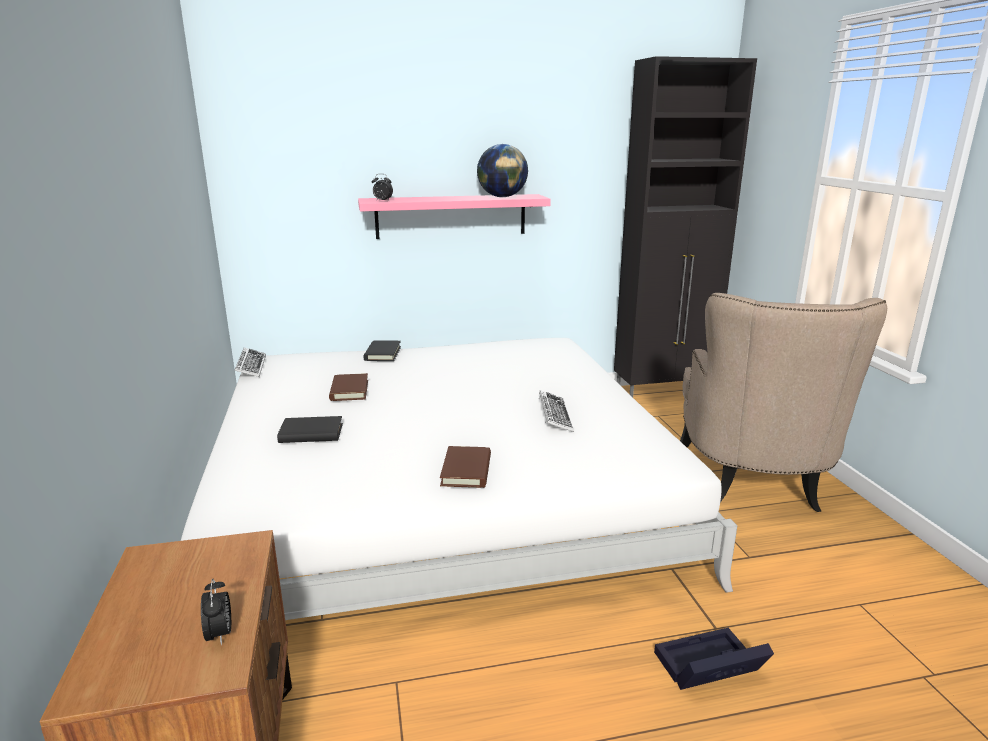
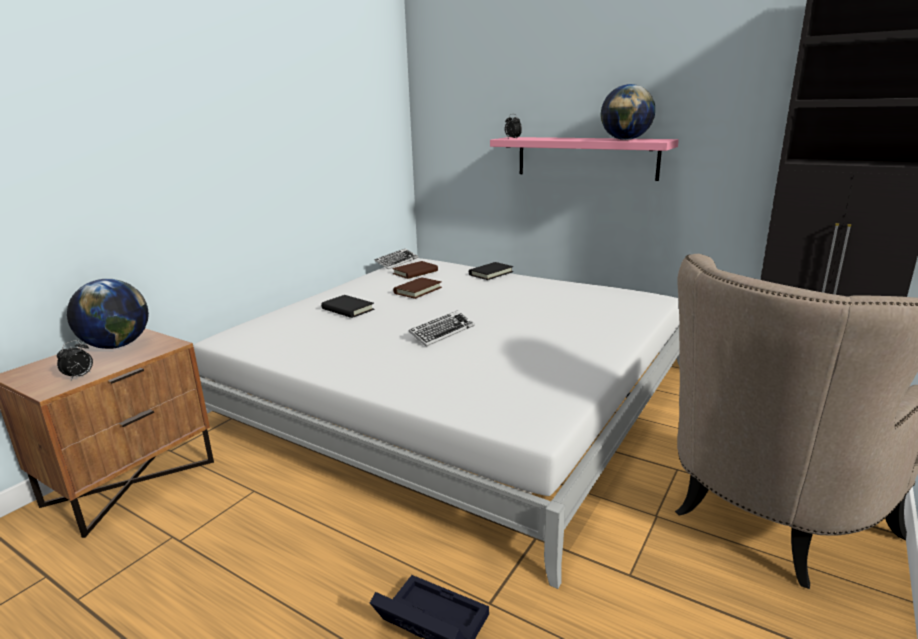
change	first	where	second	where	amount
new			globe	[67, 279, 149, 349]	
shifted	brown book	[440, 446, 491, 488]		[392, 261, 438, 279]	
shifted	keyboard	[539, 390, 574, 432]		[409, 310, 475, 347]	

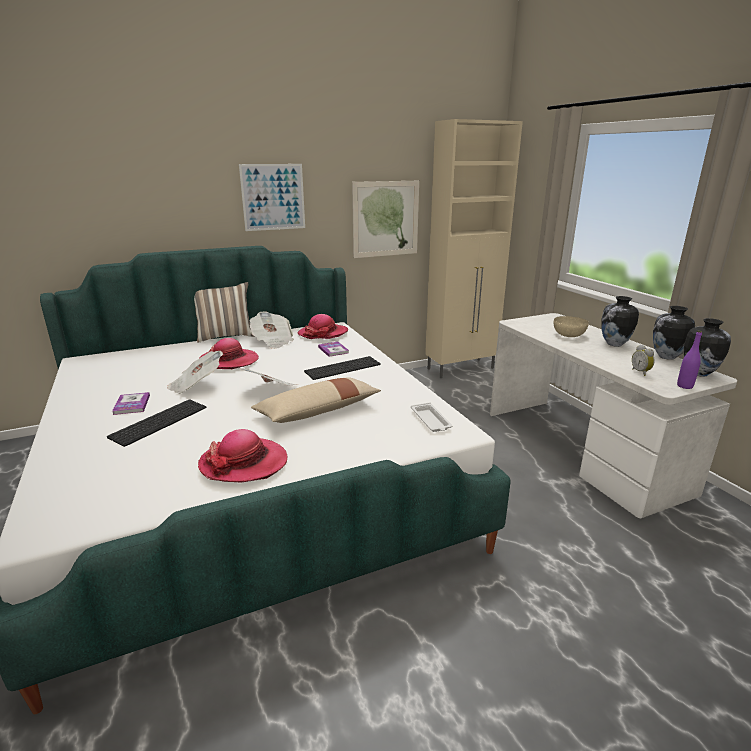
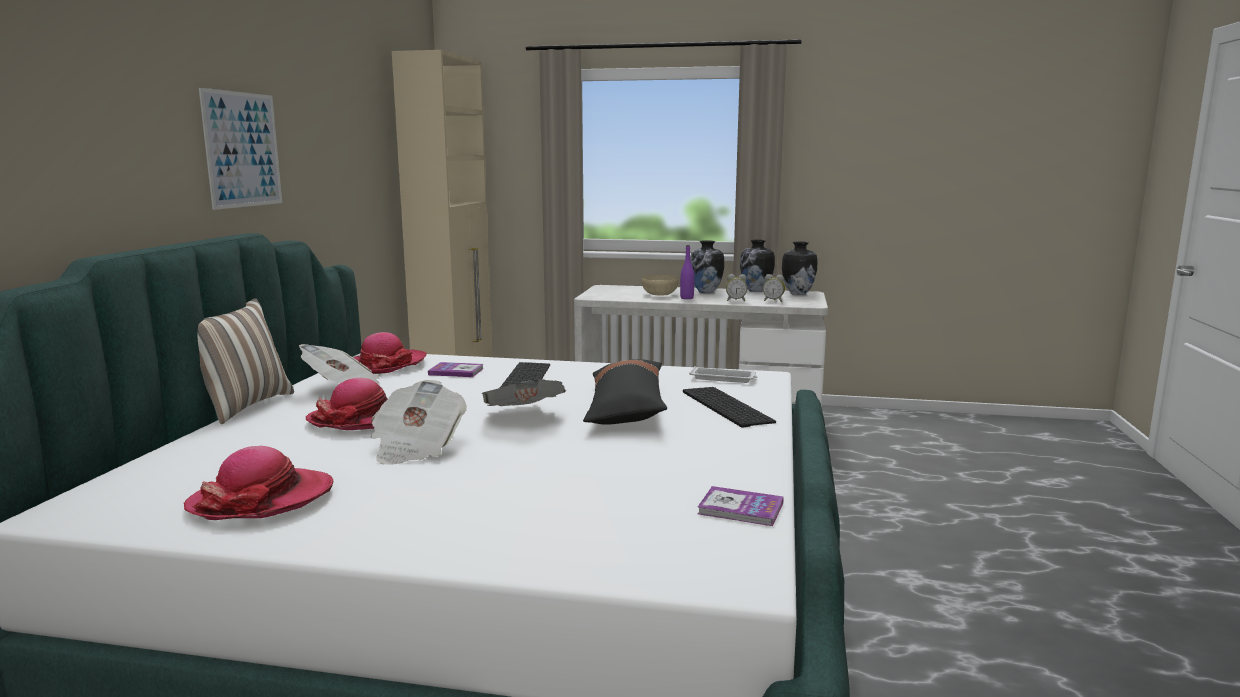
change	first	where	second	where	amount
shifted	hat	[198, 429, 287, 483]		[184, 446, 333, 520]	
repainted	beige pillow	[251, 378, 381, 423]	black pillow	[583, 359, 667, 425]	
shifted	purple bottle	[677, 330, 702, 389]		[680, 245, 694, 299]	
shifted	keyboard	[107, 399, 207, 447]		[683, 387, 776, 428]	
shifted	book	[112, 392, 150, 415]		[698, 486, 784, 526]	
new			alarm clock	[726, 274, 747, 301]	
gone	picture	[352, 181, 419, 258]			

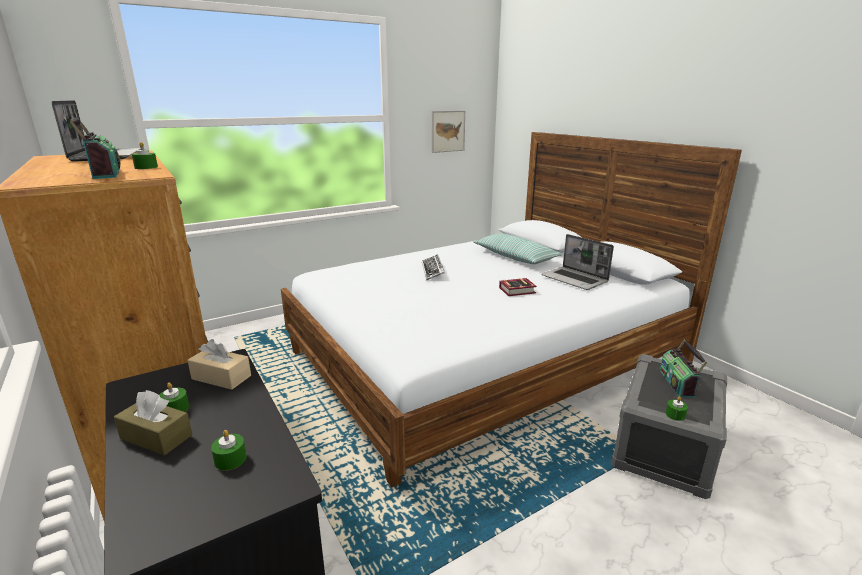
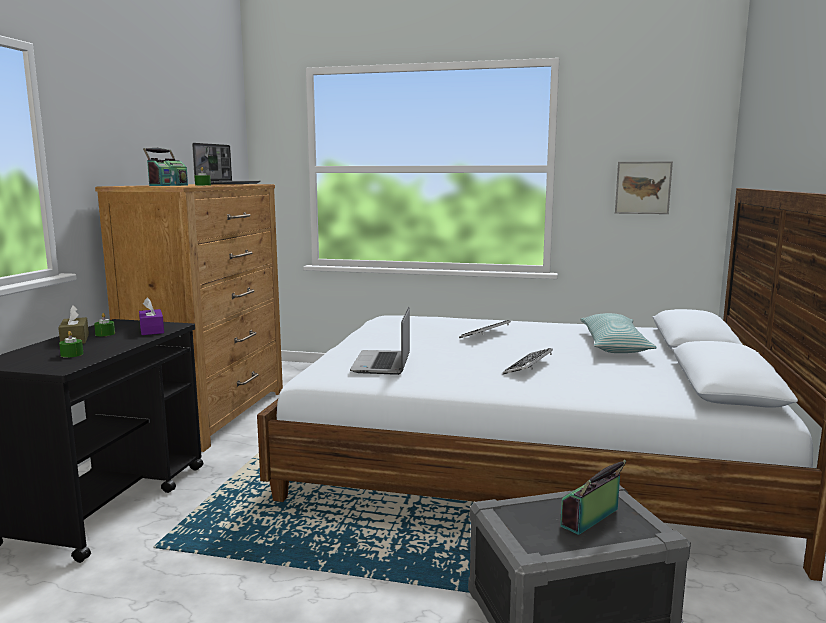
change	first	where	second	where	amount
repainted	beige tissue box	[187, 339, 251, 390]	purple tissue box	[139, 297, 164, 335]	
shifted	laptop	[542, 234, 614, 290]		[350, 307, 410, 375]	
swapped	book	[499, 278, 537, 296]	keyboard	[503, 348, 553, 375]	
gone	green candle	[665, 396, 688, 421]			

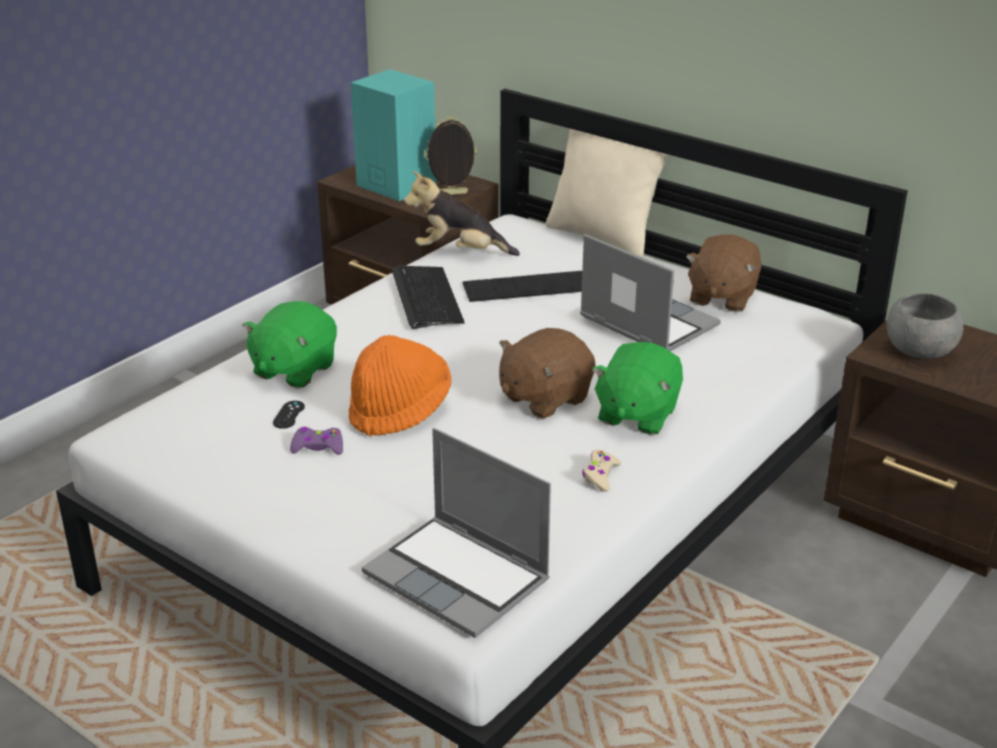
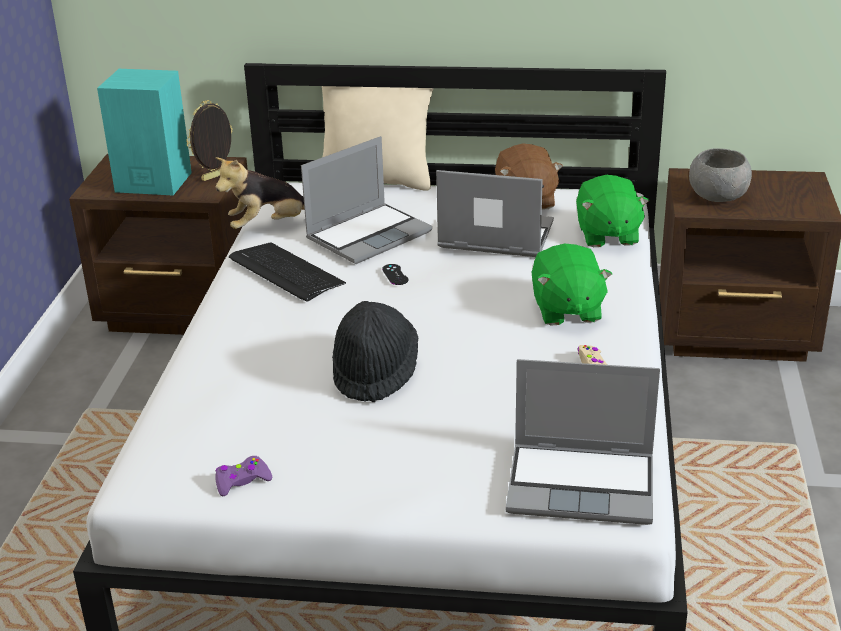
change	first	where	second	where	amount
shifted	purple game controller	[290, 427, 343, 455]		[215, 456, 272, 496]	
swapped	keyboard	[463, 271, 582, 302]	laptop	[301, 136, 432, 264]	
repainted	orange hat	[349, 335, 451, 436]	black hat	[332, 301, 418, 402]	
shifted	black game controller	[273, 401, 305, 429]		[382, 264, 409, 285]	
shifted	green plush toy	[242, 301, 337, 388]		[576, 175, 649, 247]	
gone	brown plush toy	[499, 328, 596, 419]			

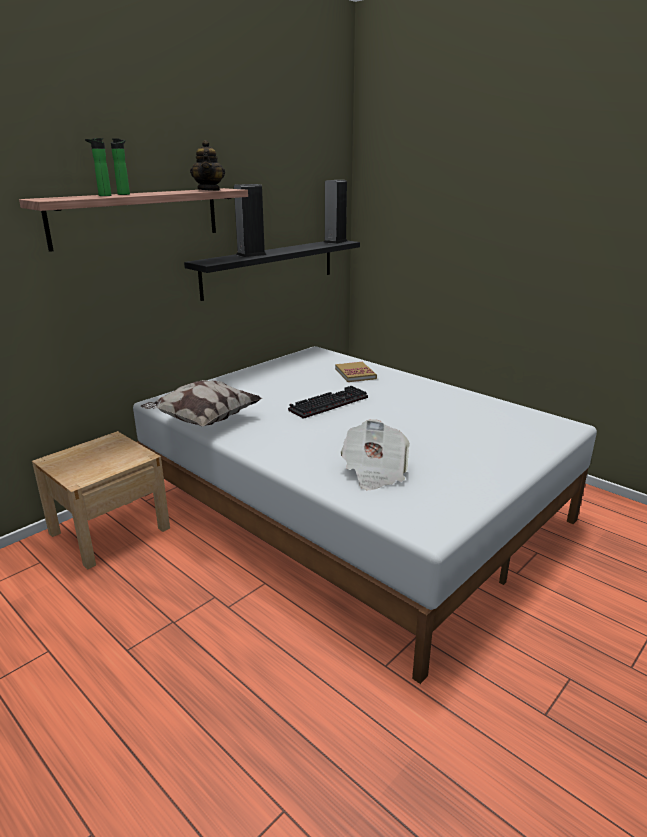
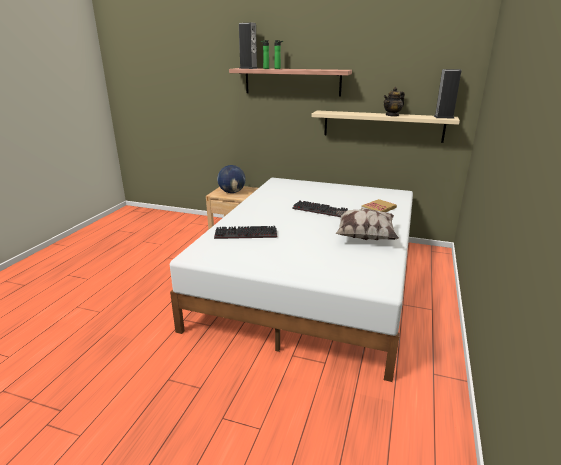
change	first	where	second	where	amount
swapped	newspaper	[340, 419, 410, 490]	keyboard	[214, 226, 277, 239]	
new			globe	[217, 165, 246, 193]	
shifted	speaker	[234, 184, 267, 257]		[239, 23, 258, 69]	
repainted	black shelf	[184, 240, 360, 301]	beige shelf	[312, 110, 460, 143]	
shifted	pillow	[141, 380, 262, 427]		[335, 209, 399, 240]	
shifted	teapot	[190, 140, 225, 191]		[384, 87, 405, 117]	

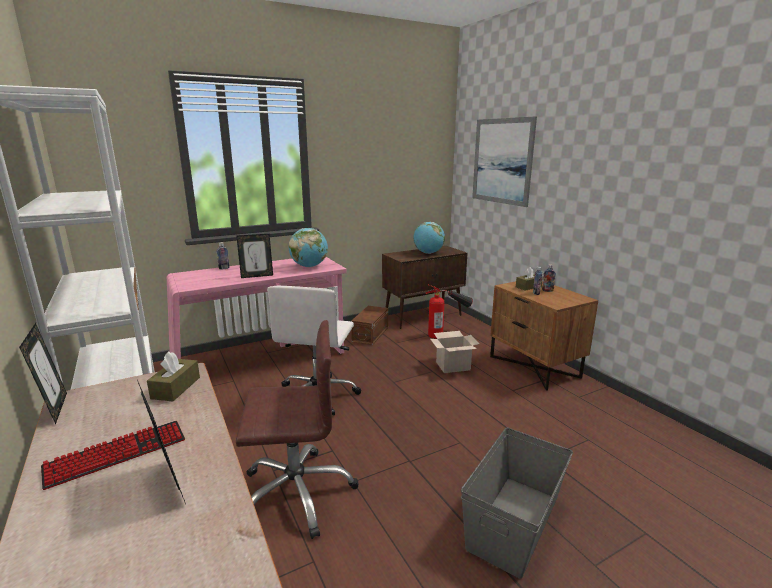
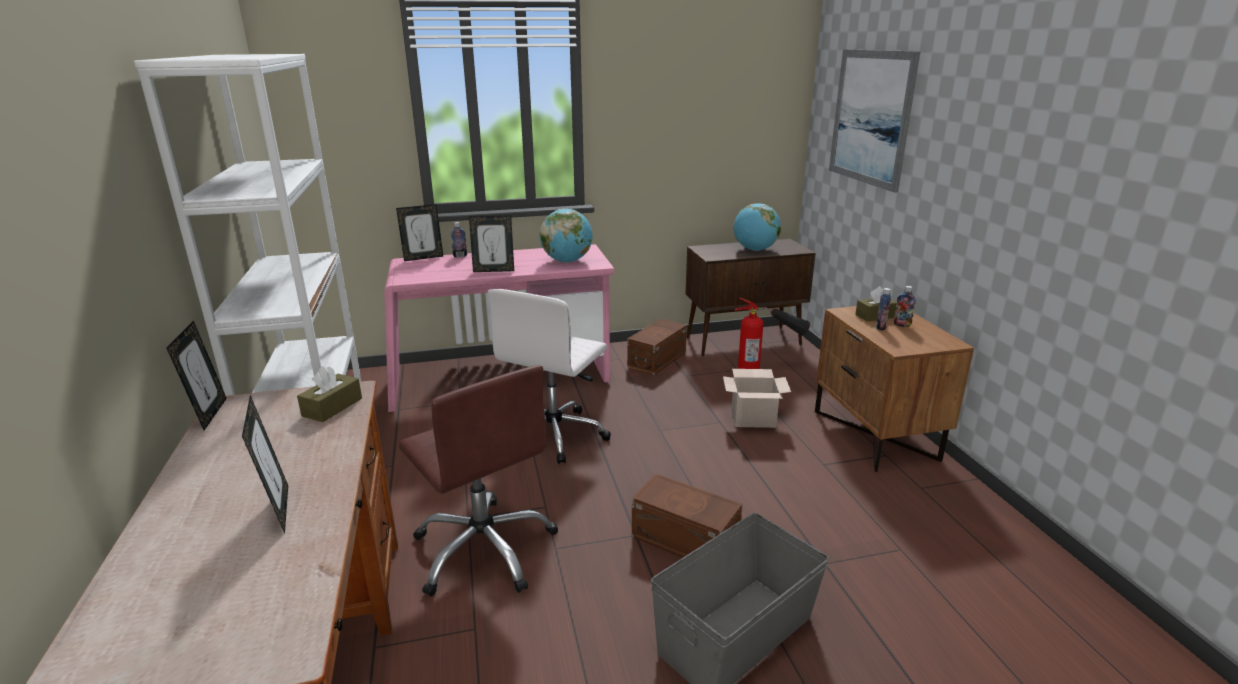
change	first	where	second	where	amount
new			picture frame	[396, 204, 444, 261]	
rotated	brown office chair	[236, 320, 359, 539]		[399, 365, 558, 596]	45 degrees clockwise
new			brown storage box	[632, 474, 743, 558]	
gone	keyboard	[41, 421, 185, 490]			

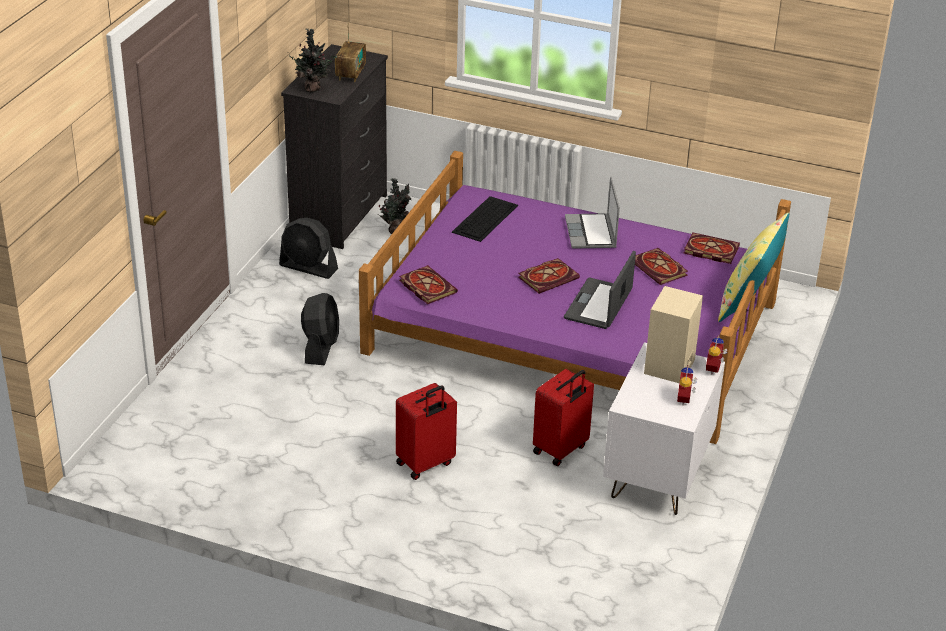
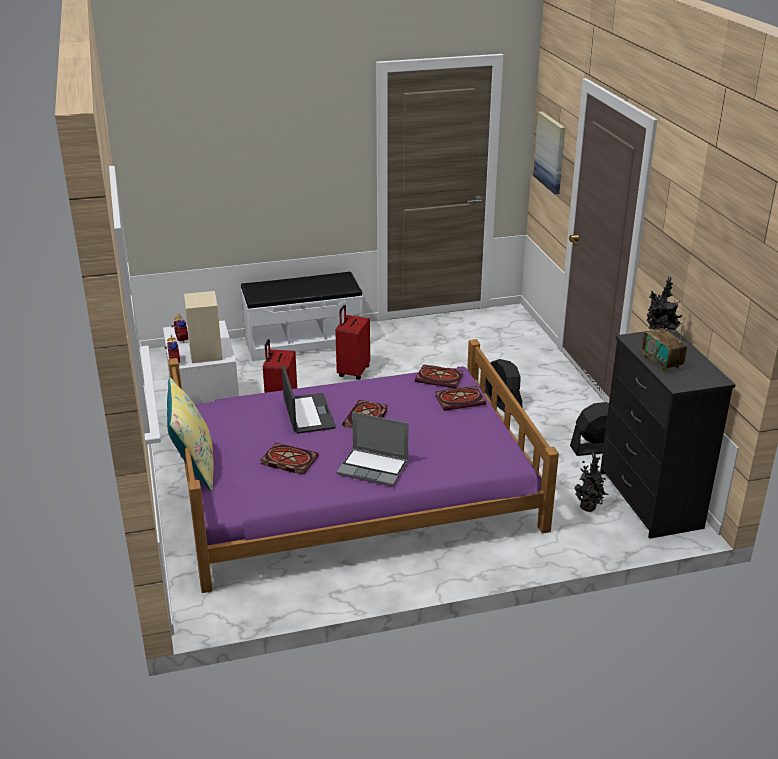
change	first	where	second	where	amount
new			white bench	[241, 272, 363, 361]	
rotated	laptop	[565, 176, 620, 249]		[337, 412, 409, 486]	150 degrees clockwise
shifted	book	[684, 232, 740, 264]		[435, 386, 486, 411]	
new			picture	[533, 111, 565, 194]	
gone	keyboard	[452, 196, 518, 242]			

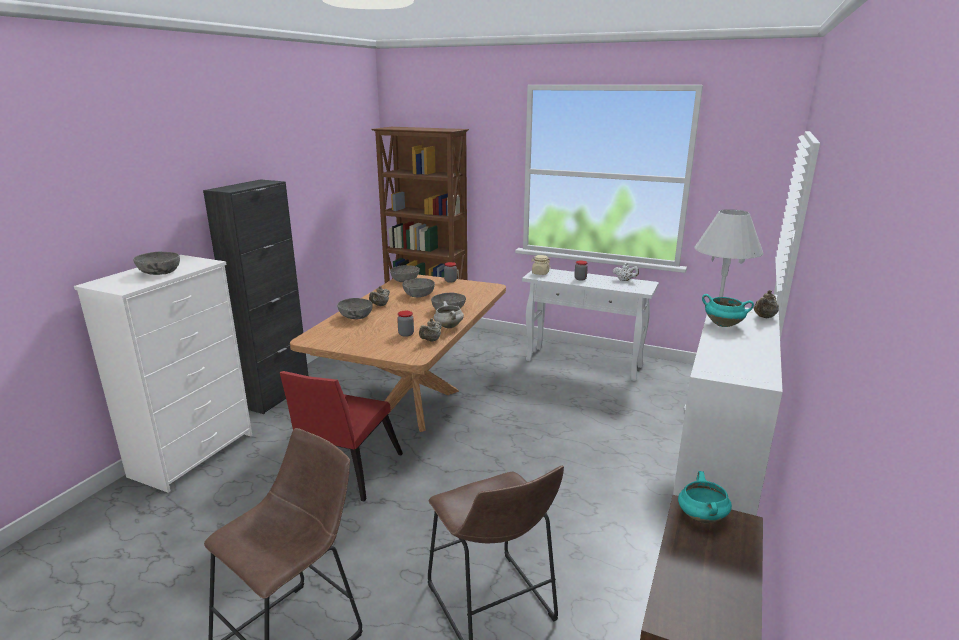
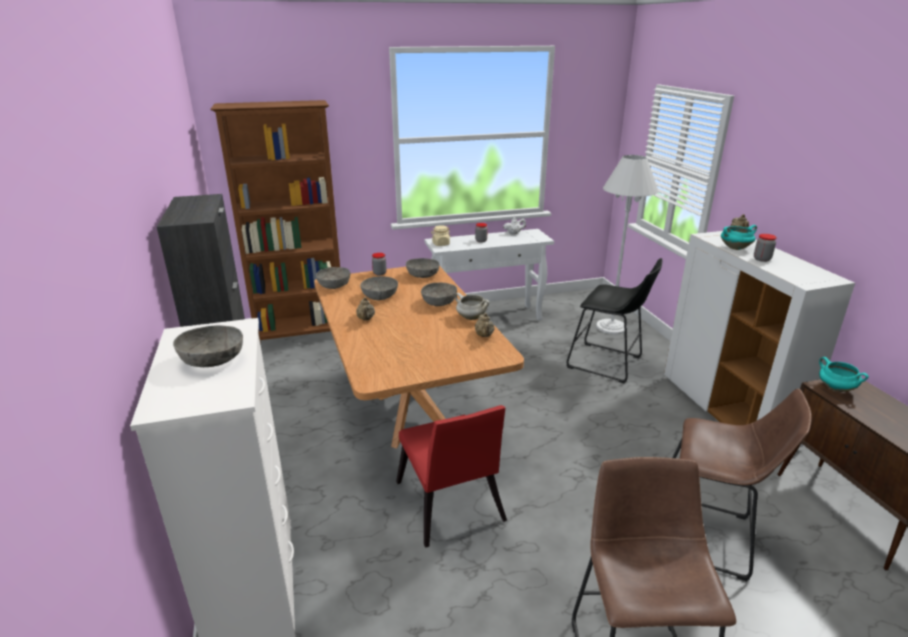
change	first	where	second	where	amount
shifted	grey bowl	[337, 298, 373, 319]		[406, 258, 439, 278]	
new			black stool	[567, 258, 662, 384]	
shifted	jar	[397, 311, 414, 337]		[754, 234, 777, 262]	

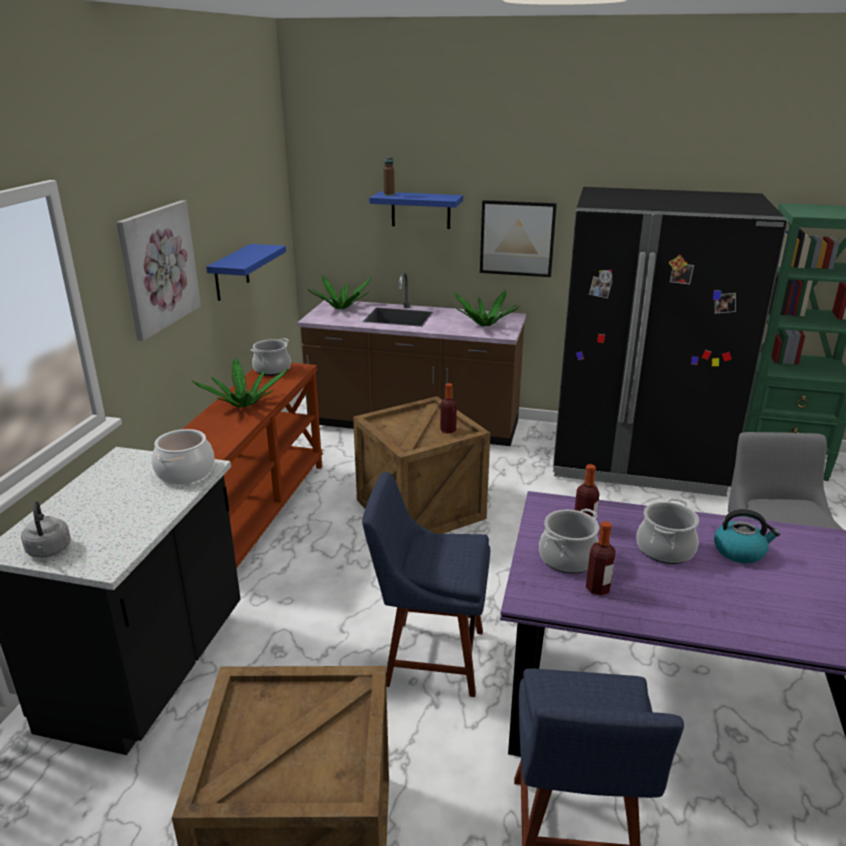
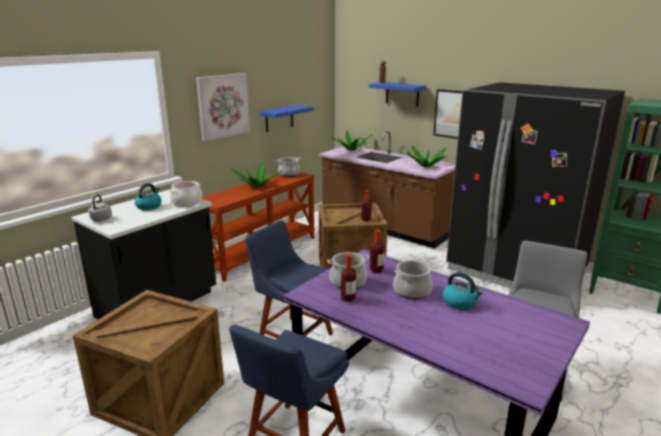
change	first	where	second	where	amount
new			kettle	[135, 183, 162, 210]	

